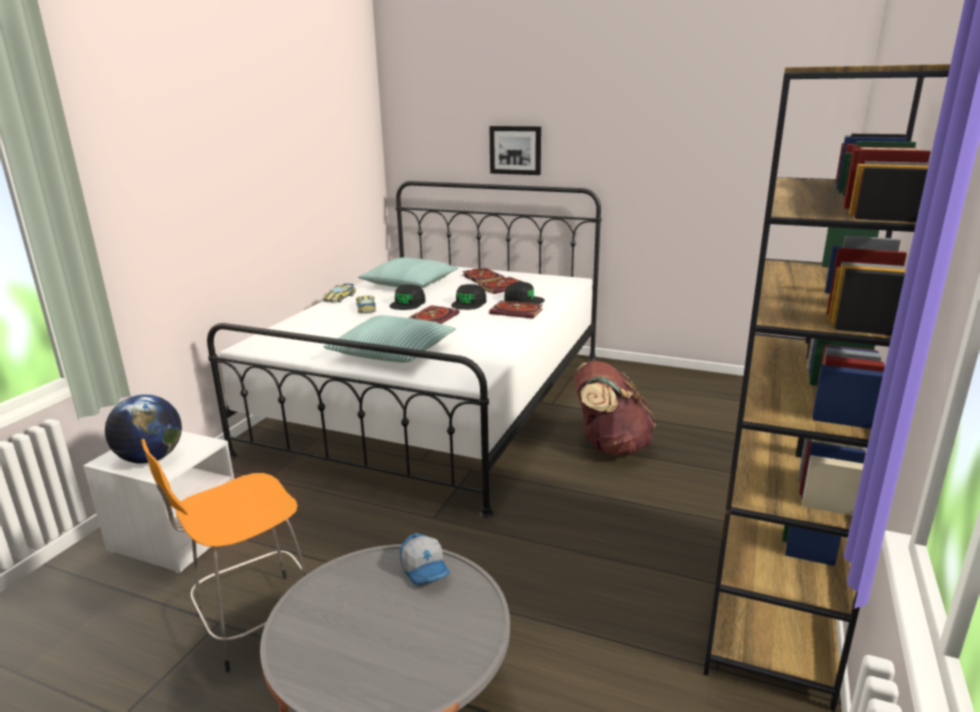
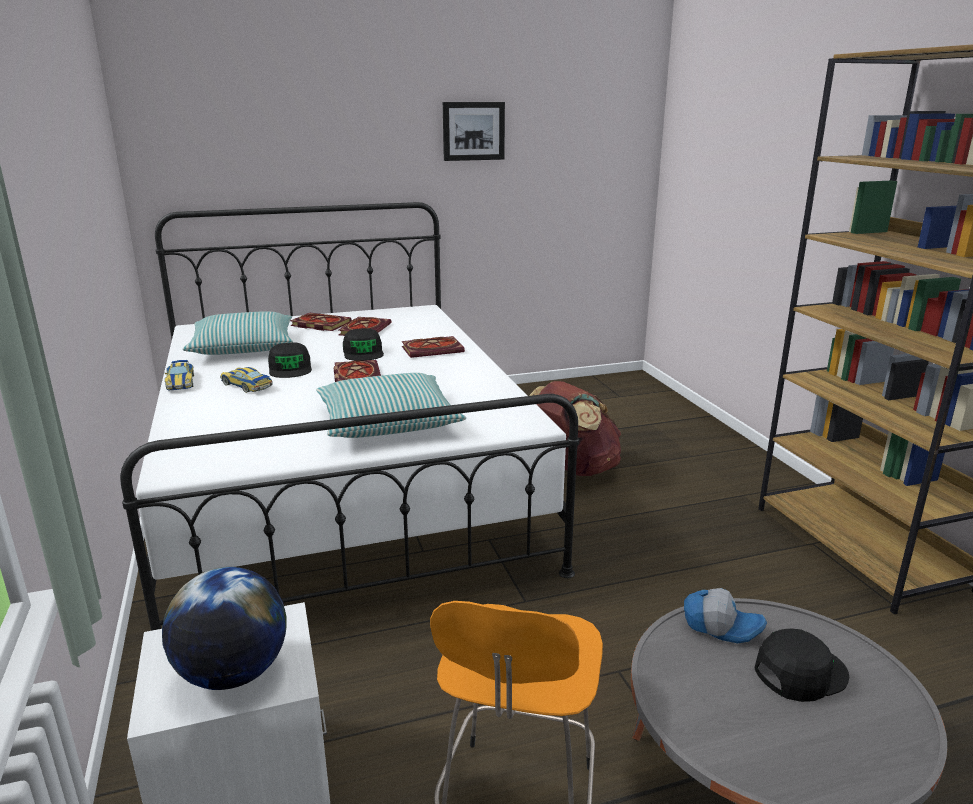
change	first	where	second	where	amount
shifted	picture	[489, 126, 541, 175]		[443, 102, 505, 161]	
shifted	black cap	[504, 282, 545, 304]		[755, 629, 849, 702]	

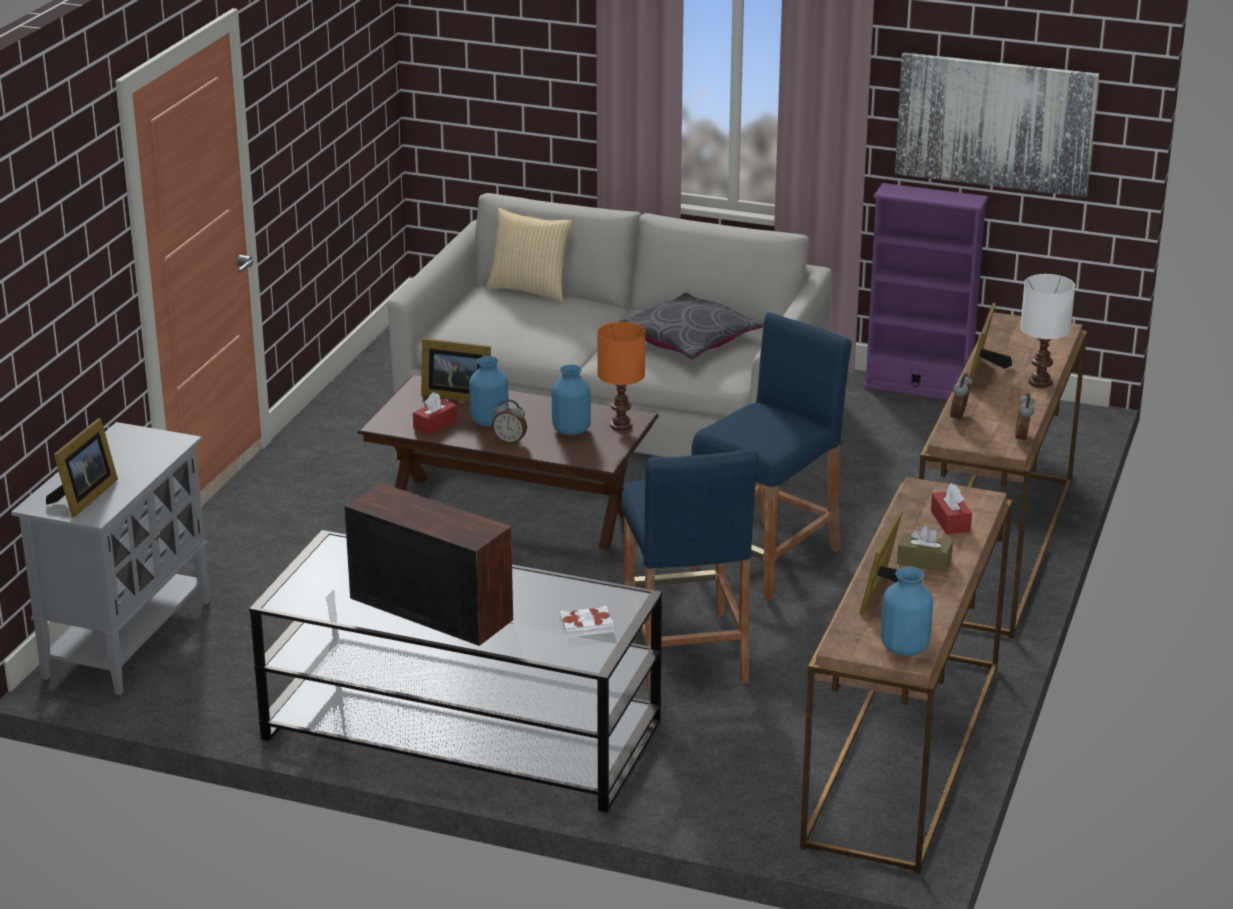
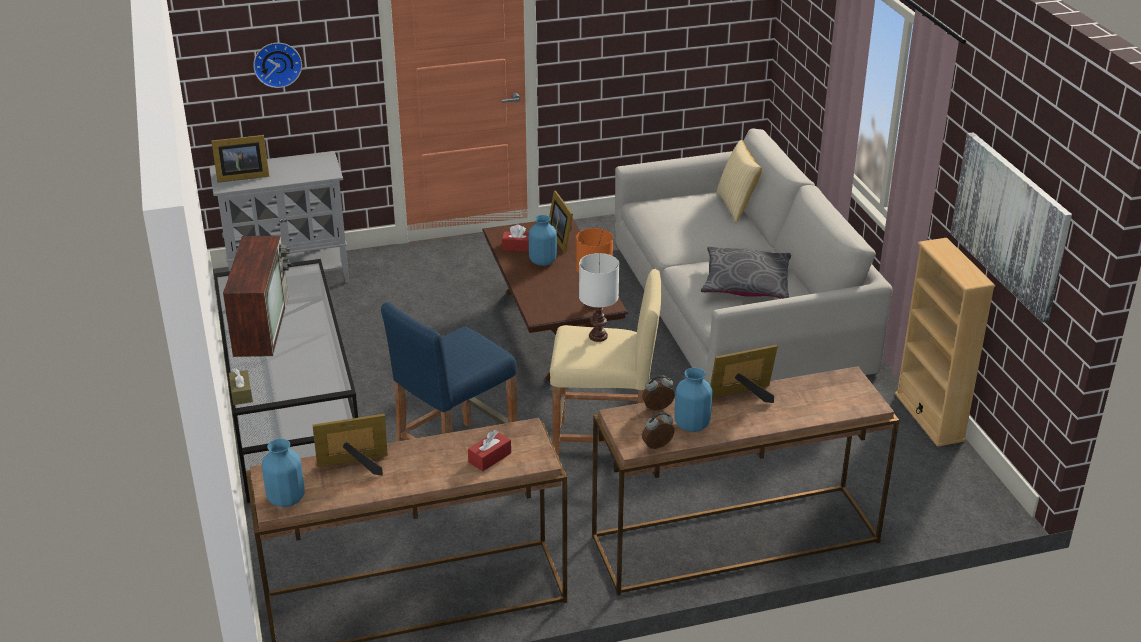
change	first	where	second	where	amount
shifted	brown tissue box	[897, 525, 953, 572]		[229, 369, 253, 405]	
new			wall clock	[253, 43, 302, 88]	
repainted	blue stool	[690, 312, 852, 600]	beige stool	[550, 269, 662, 457]	
shifted	white table lamp	[1020, 274, 1075, 388]		[579, 253, 619, 342]	
shifted	blue vase	[552, 364, 591, 435]		[674, 367, 712, 432]	
repainted	purple bookcase	[863, 183, 988, 400]	beige bookcase	[895, 238, 995, 447]	
gone	alarm clock	[492, 399, 527, 444]			
gone	white book	[559, 606, 614, 638]			

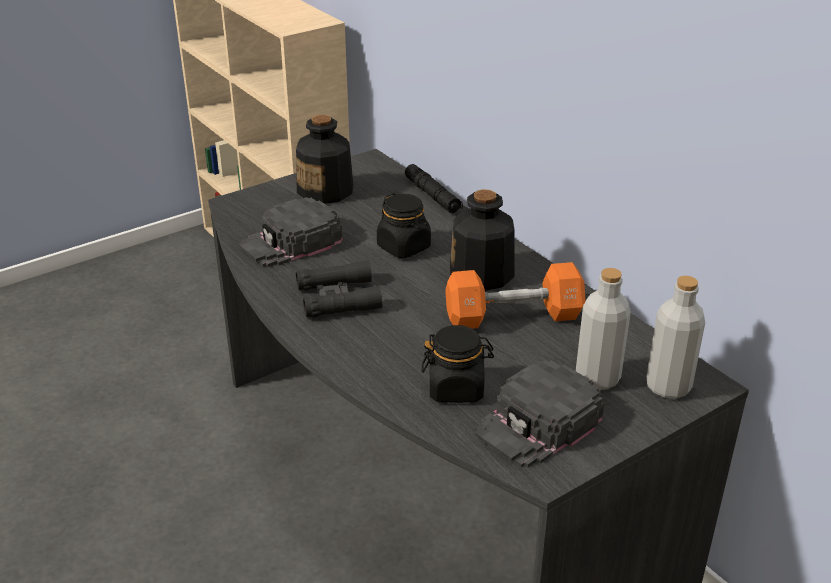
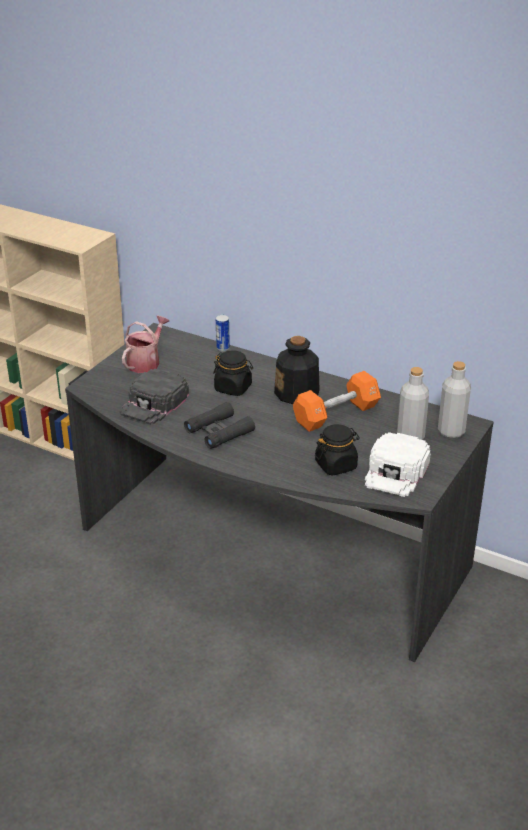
change	first	where	second	where	amount
swapped	bottle	[296, 115, 353, 204]	watering can	[122, 315, 169, 373]	
swapped	black flashlight	[405, 164, 463, 213]	can	[216, 315, 230, 352]	
repainted	black cap	[475, 360, 604, 468]	white cap	[365, 432, 431, 497]	

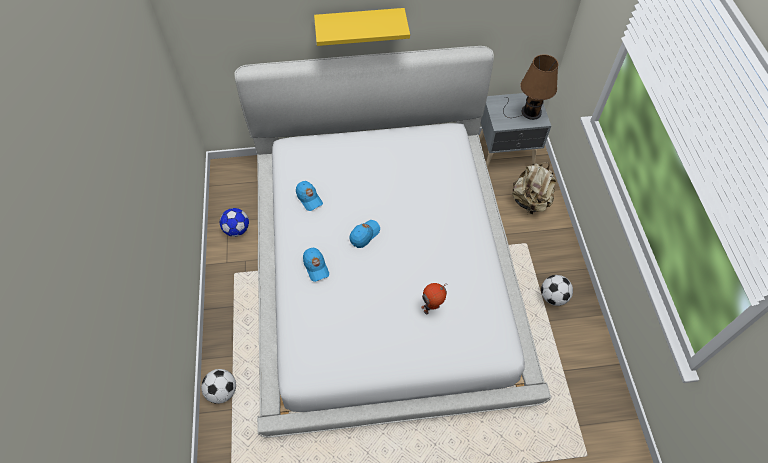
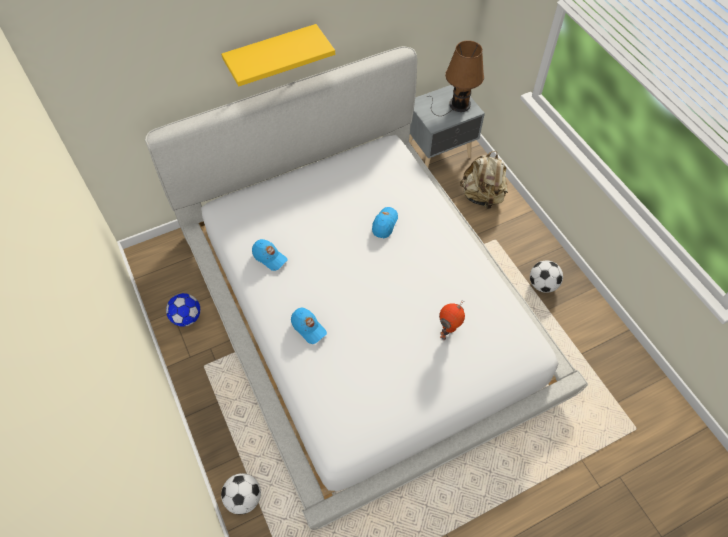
change	first	where	second	where	amount
shifted	blue cap	[349, 220, 380, 248]		[372, 207, 398, 238]	

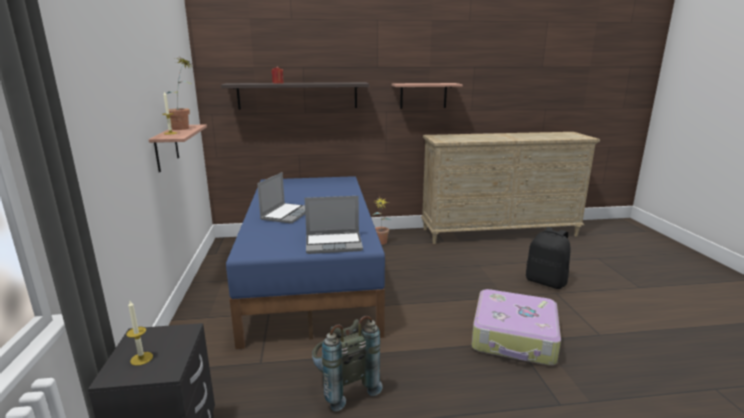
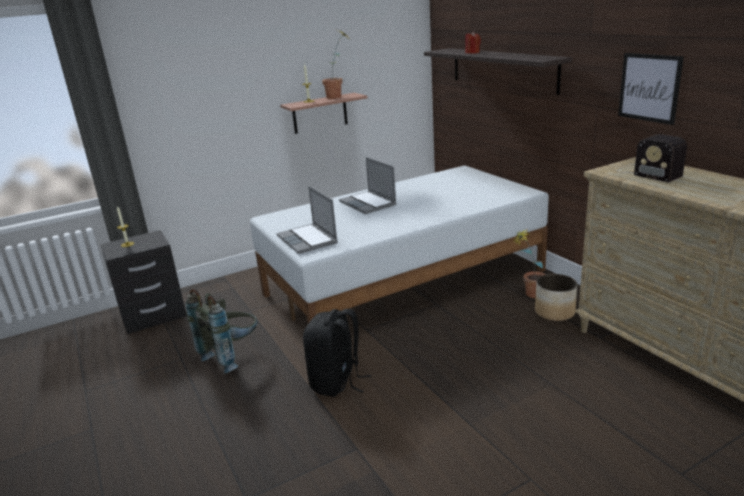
change	first	where	second	where	amount
repainted	blue bed	[226, 176, 385, 349]	white bed	[250, 166, 549, 324]	
shifted	black backpack	[526, 227, 571, 289]		[303, 309, 371, 397]	
rotated	laptop	[257, 172, 305, 224]		[339, 157, 397, 214]	60 degrees clockwise
new			planter	[535, 274, 577, 321]	
new			radio	[617, 134, 687, 182]	
swapped	shelf	[392, 83, 463, 109]	picture	[618, 53, 684, 125]	
gone	suitcase	[472, 289, 561, 365]			

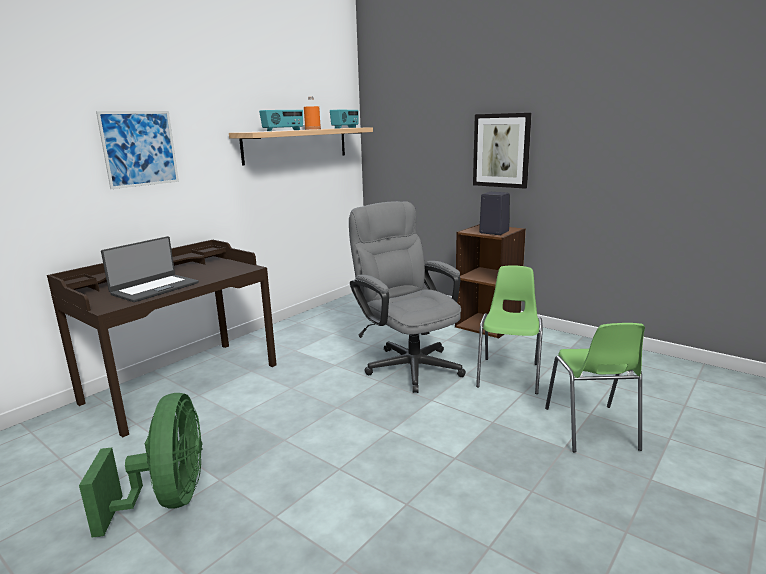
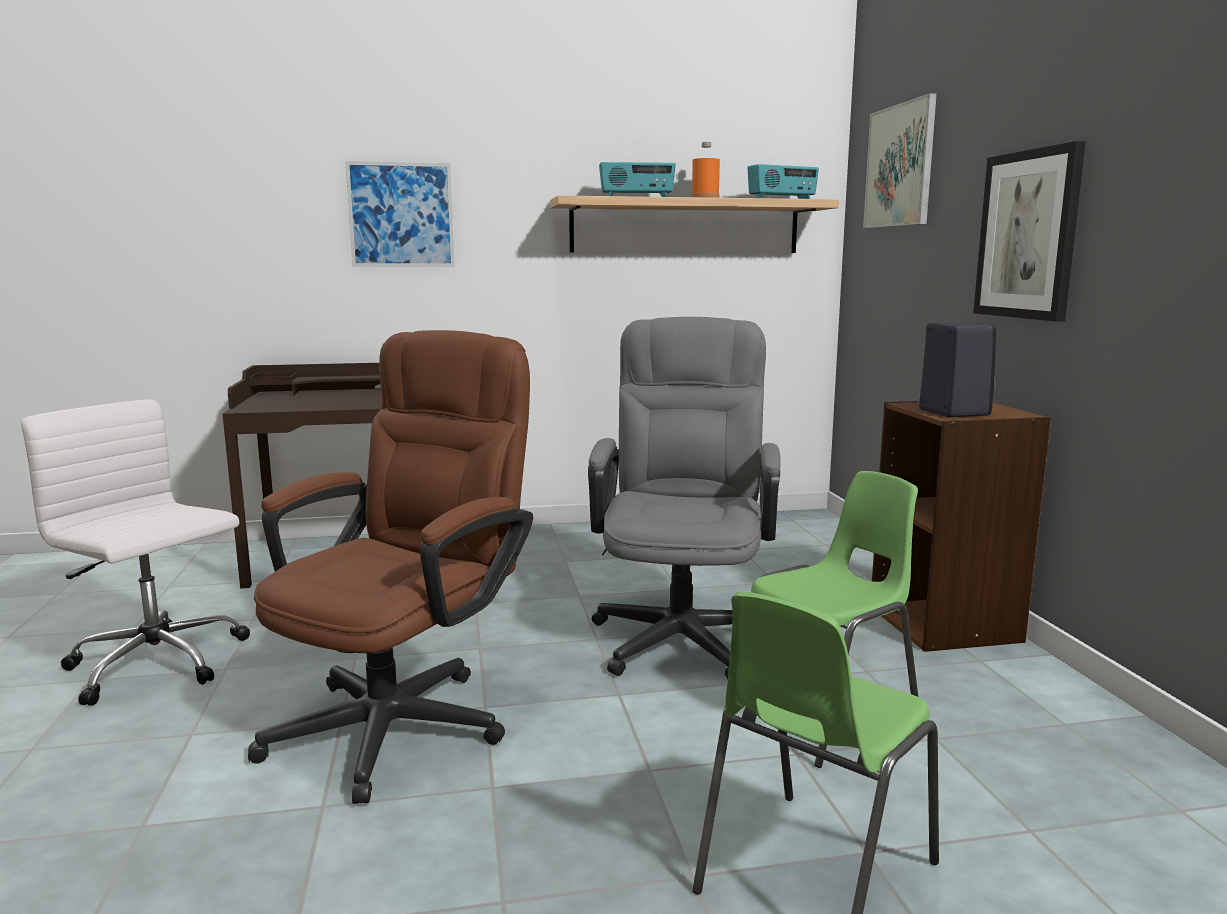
change	first	where	second	where	amount
swapped	green fan	[79, 393, 203, 538]	white office chair	[21, 399, 250, 706]	
new			brown office chair	[248, 330, 533, 804]	
new			picture	[863, 93, 937, 228]	
gone	laptop	[101, 236, 199, 302]			

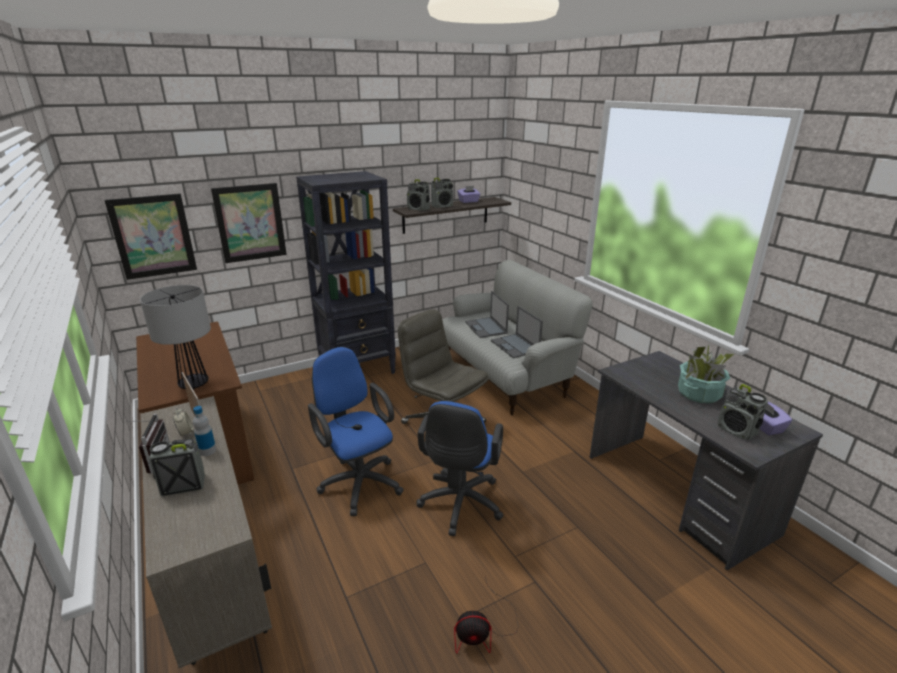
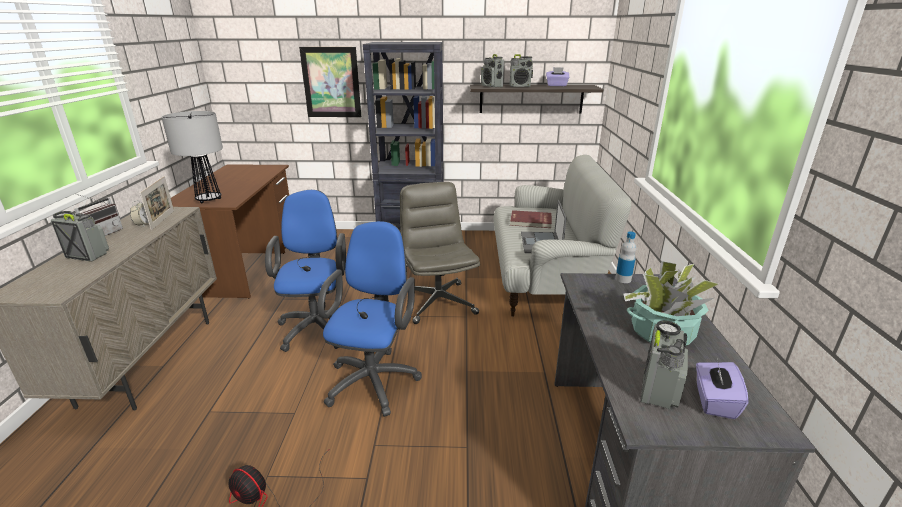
change	first	where	second	where	amount
rotated	blue office chair	[416, 401, 503, 536]		[317, 221, 422, 417]	150 degrees clockwise
swapped	laptop	[465, 291, 509, 338]	red book	[510, 210, 552, 228]	
shifted	bottle	[193, 406, 216, 456]		[615, 231, 636, 283]	
rotated	radio	[717, 384, 768, 440]		[640, 320, 688, 409]	150 degrees counterclockwise
gone	picture	[105, 193, 197, 280]			

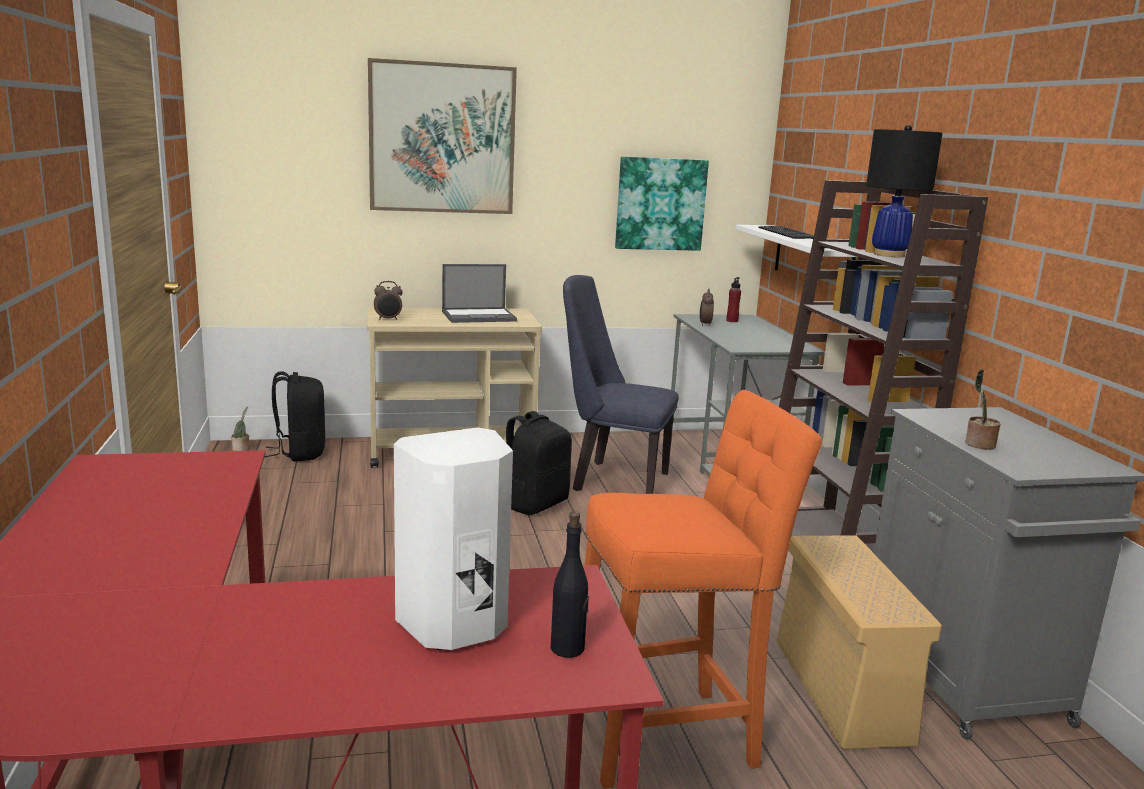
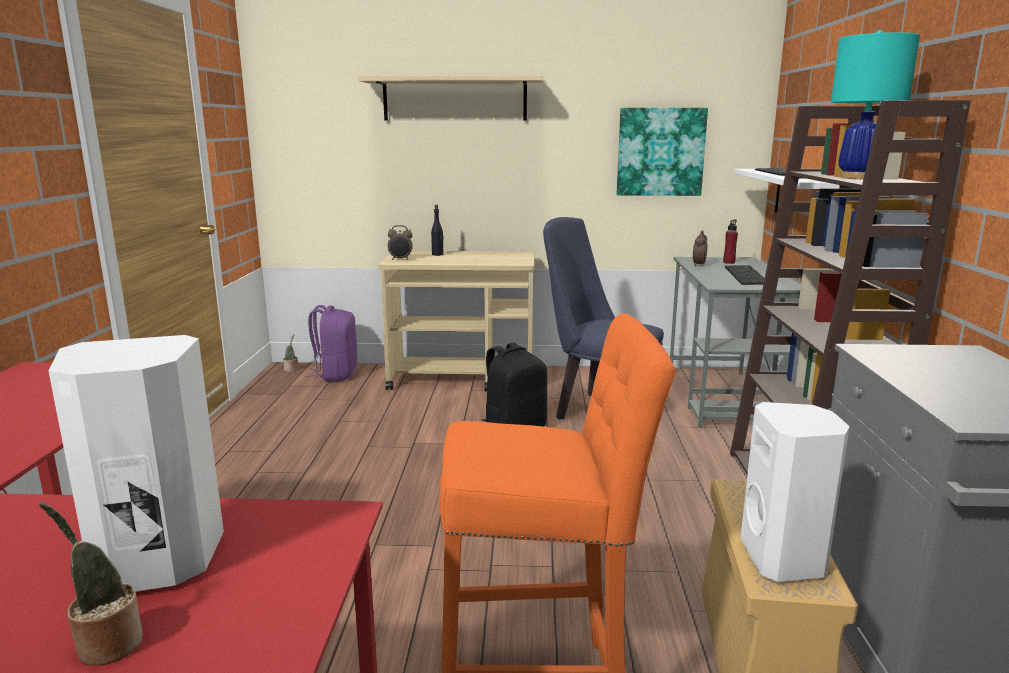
change	first	where	second	where	amount
shifted	potted plant	[965, 369, 1000, 450]		[39, 502, 143, 666]	
repainted	black backpack	[265, 371, 325, 461]	purple backpack	[304, 305, 358, 382]	
swapped	picture	[368, 58, 517, 214]	beige shelf	[358, 75, 543, 120]	
shifted	black bottle	[551, 511, 589, 658]		[431, 205, 444, 256]	
new			keyboard	[725, 265, 765, 285]	
new			white speaker	[741, 402, 850, 582]	
repainted	black table lamp	[866, 125, 942, 257]	turquoise table lamp	[831, 30, 920, 179]	
gone	laptop	[442, 264, 517, 323]			

